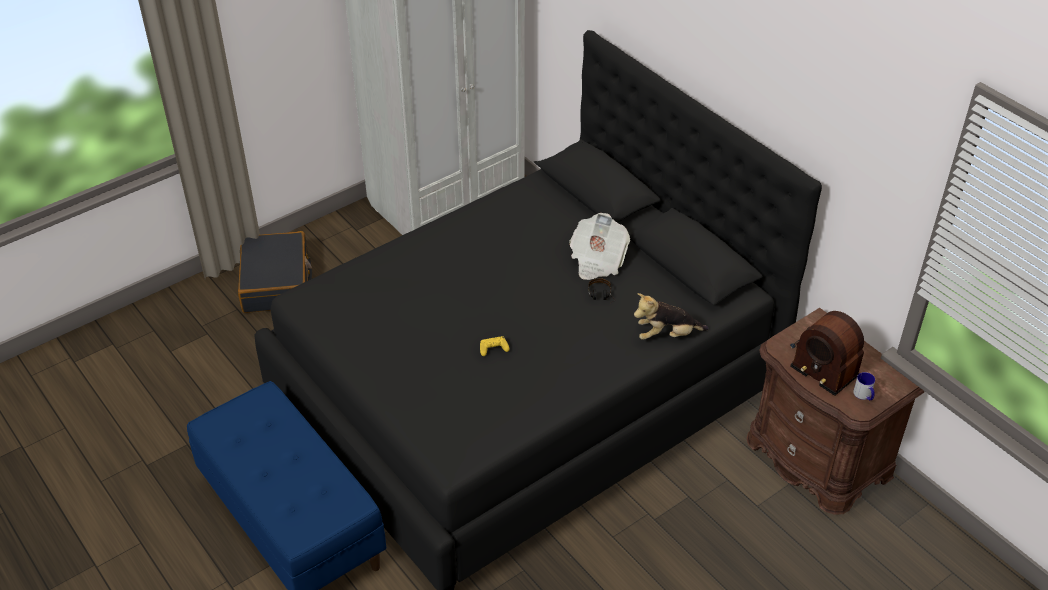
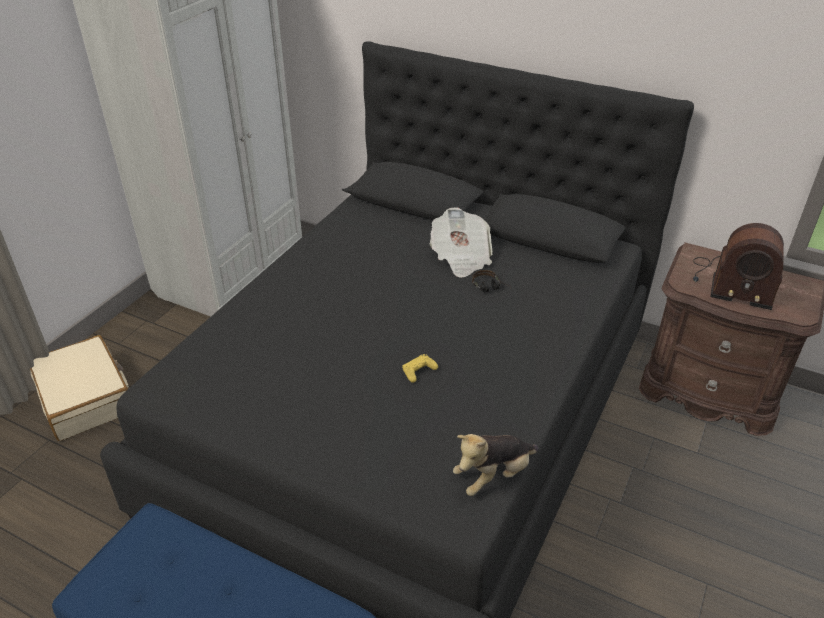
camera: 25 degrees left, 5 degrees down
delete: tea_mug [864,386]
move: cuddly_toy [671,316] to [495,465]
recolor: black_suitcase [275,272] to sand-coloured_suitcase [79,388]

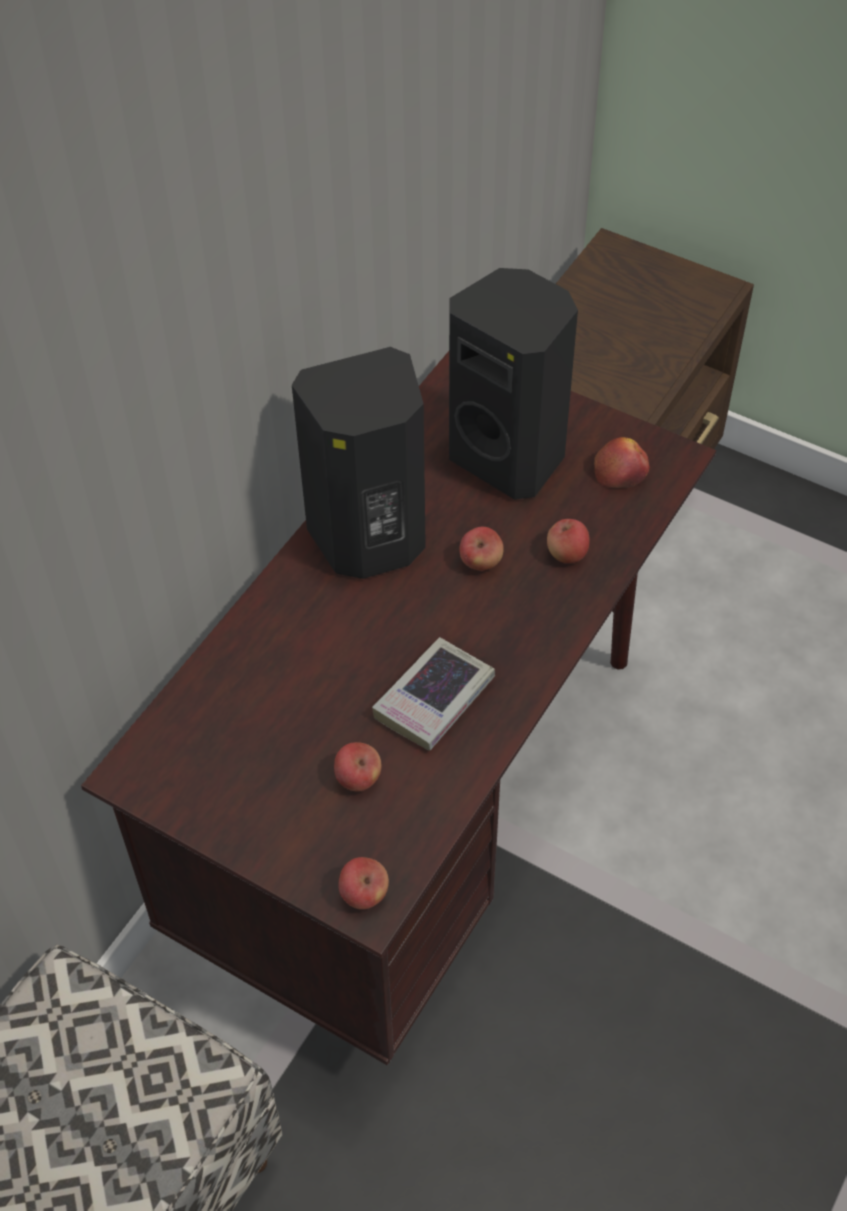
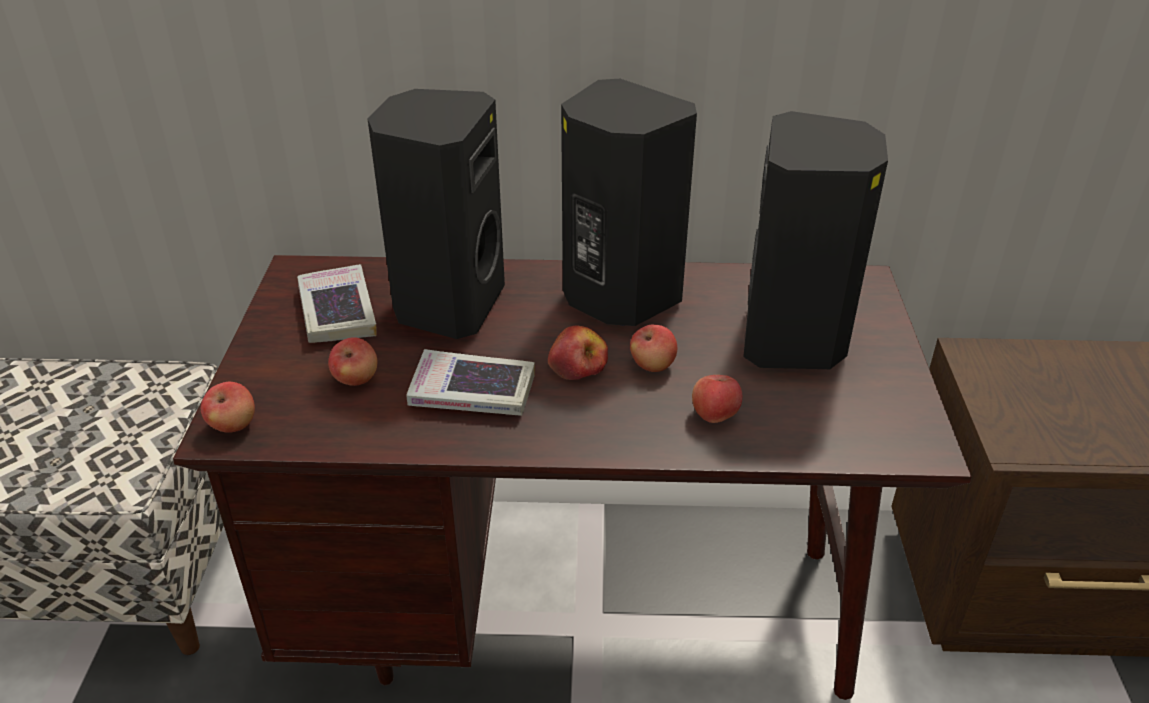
camera: 60 degrees right, 15 degrees down
insert: volume [337,303]; black_loudspeaker [436,214]
move: whole_apple [621,462] to [578,352]

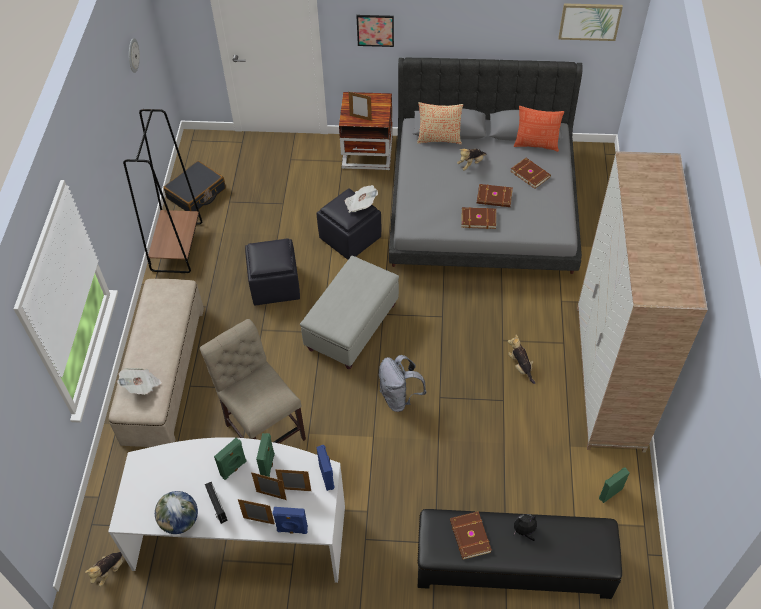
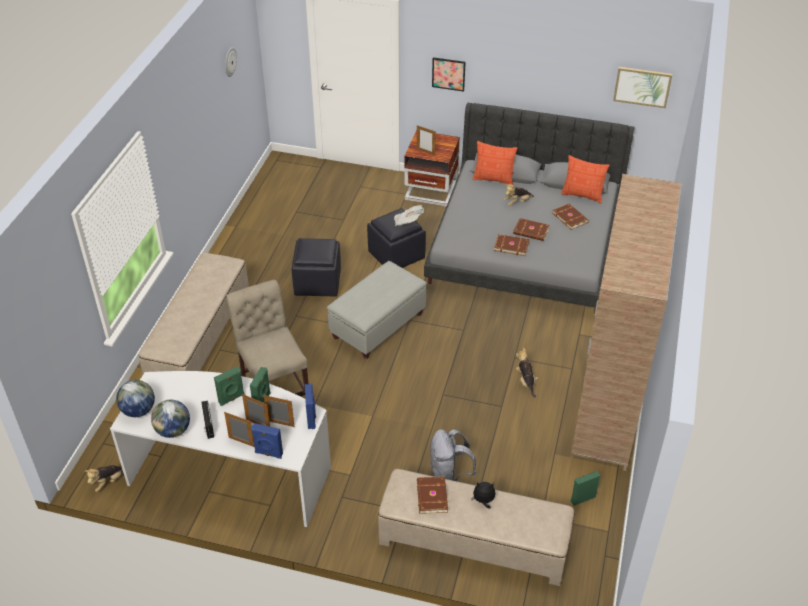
camera: 10 degrees right, 10 degrees down
delete: printed_paper [139,381]; garment_rack [162,191]; black_suitcase [194,186]
insert: desk_globe [135,398]
move: gray_knapsack [403,383] to [453,455]
recolor: sand-coloured_pillow [440,123] to orangey_pillow [495,163]; black_bench [520,554] to sand-coloured_bench [476,527]

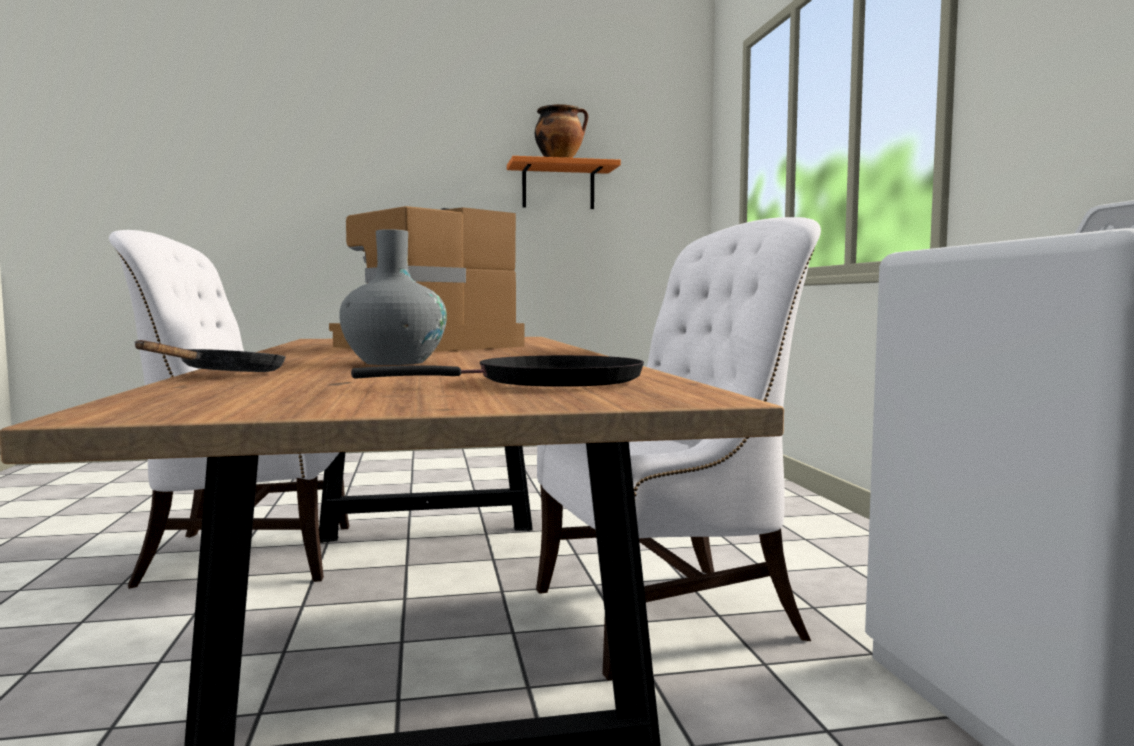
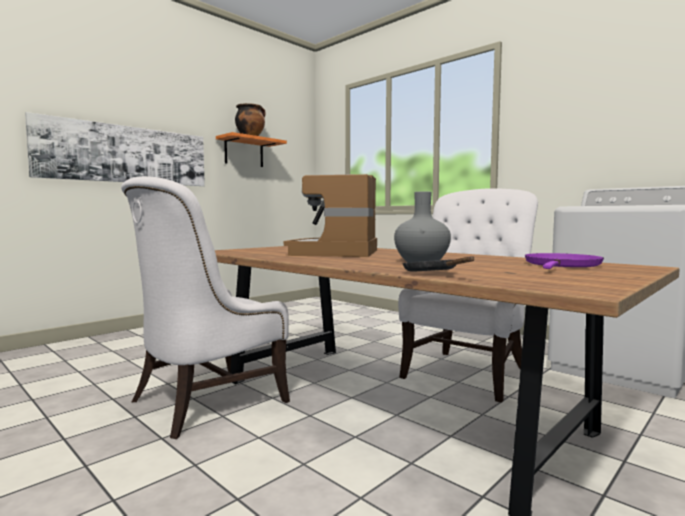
camera: 35 degrees left, 0 degrees up
insert: wall_picture [115,149]
recolor: black_skillet [497,371] to purple_skillet [564,261]

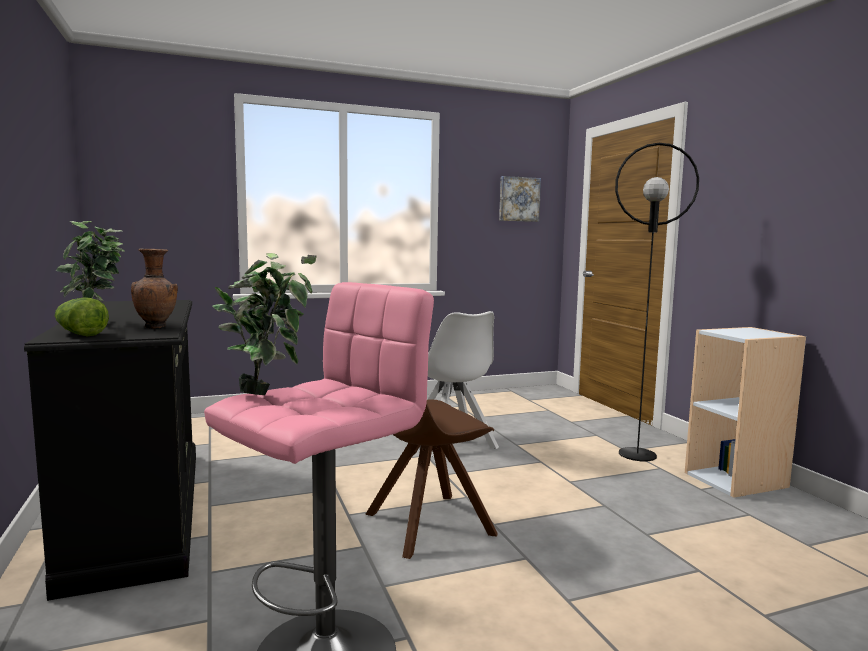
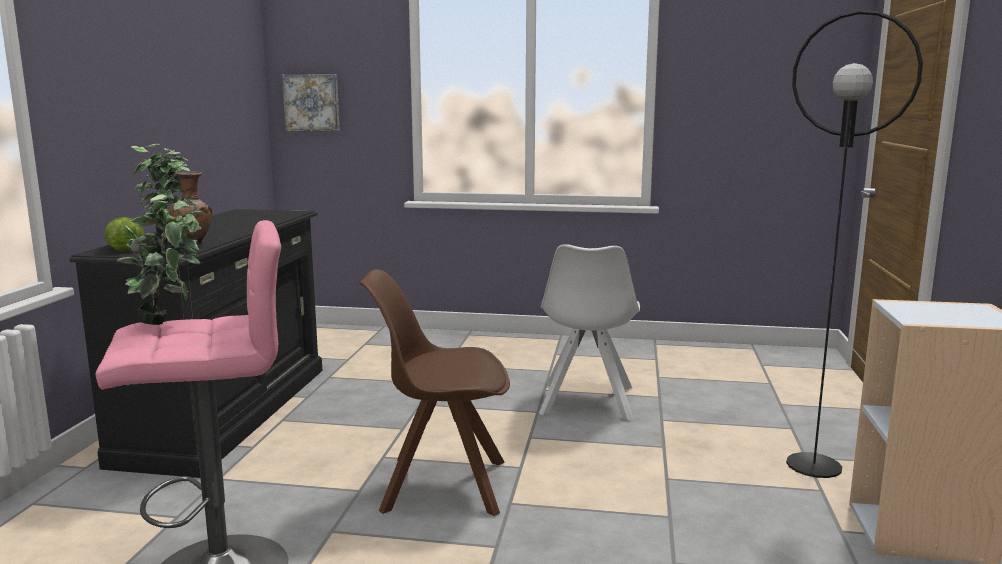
camera: 30 degrees right, 5 degrees up
move: wall_picture [520,199] to [311,102]

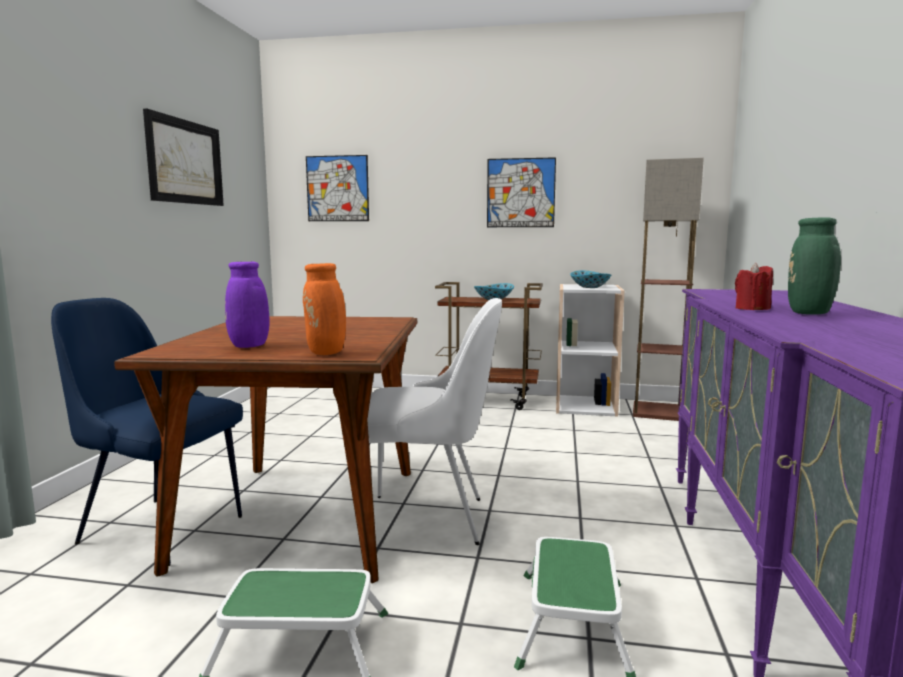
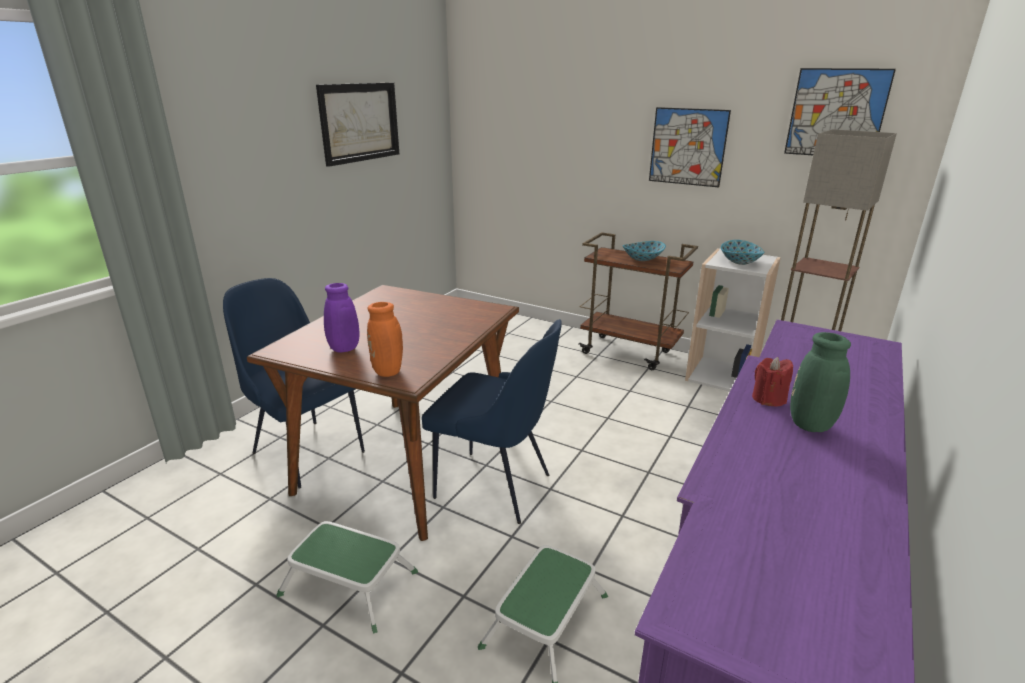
camera: 20 degrees right, 15 degrees up
move: wall_picture [337,188] to [840,111]
recolor: whitish_upright_chair [434,421] to blue_upright_chair [492,421]

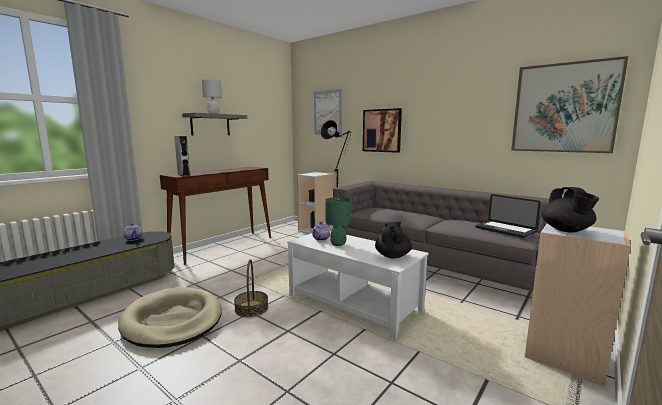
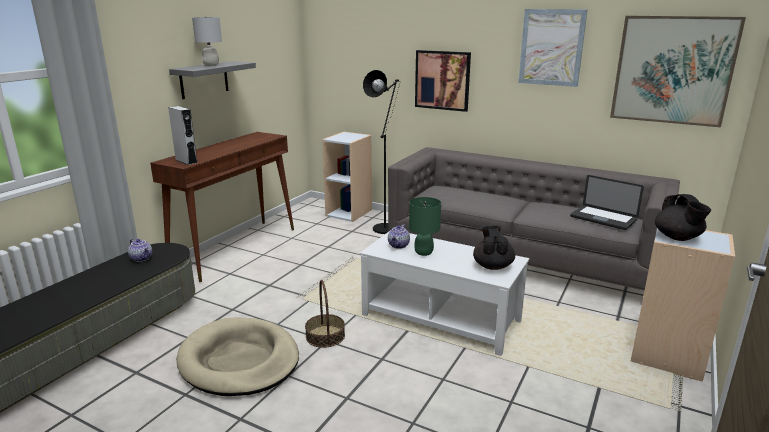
camera: 10 degrees left, 10 degrees up
move: wall_picture [328,112] to [553,48]

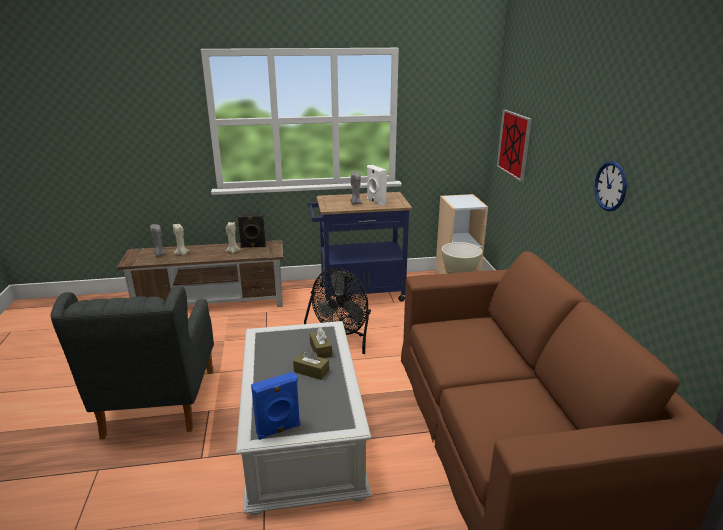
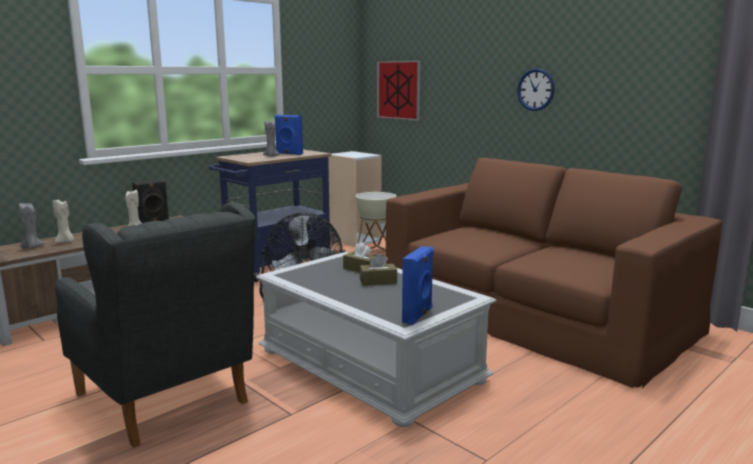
camera: 35 degrees left, 10 degrees down
recolor: whitish_loudspeaker [377,185] to blue_loudspeaker [288,135]

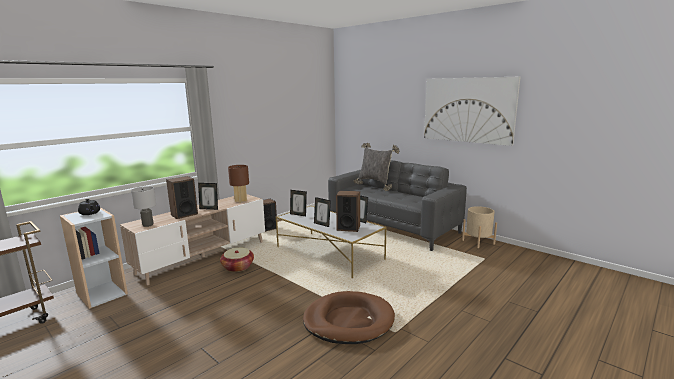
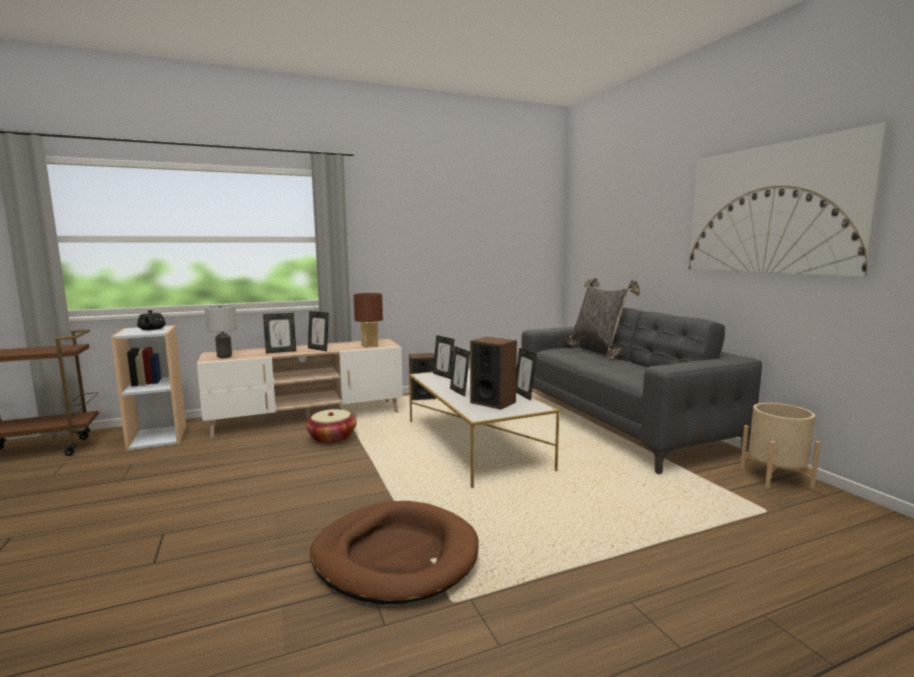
camera: 25 degrees right, 5 degrees down
replace: loudspeaker [182,197] to picture_frame [279,333]

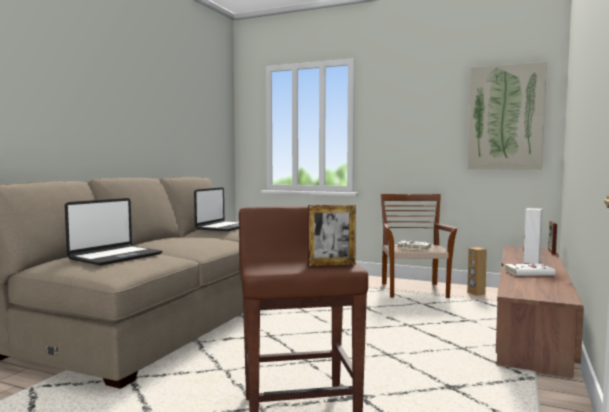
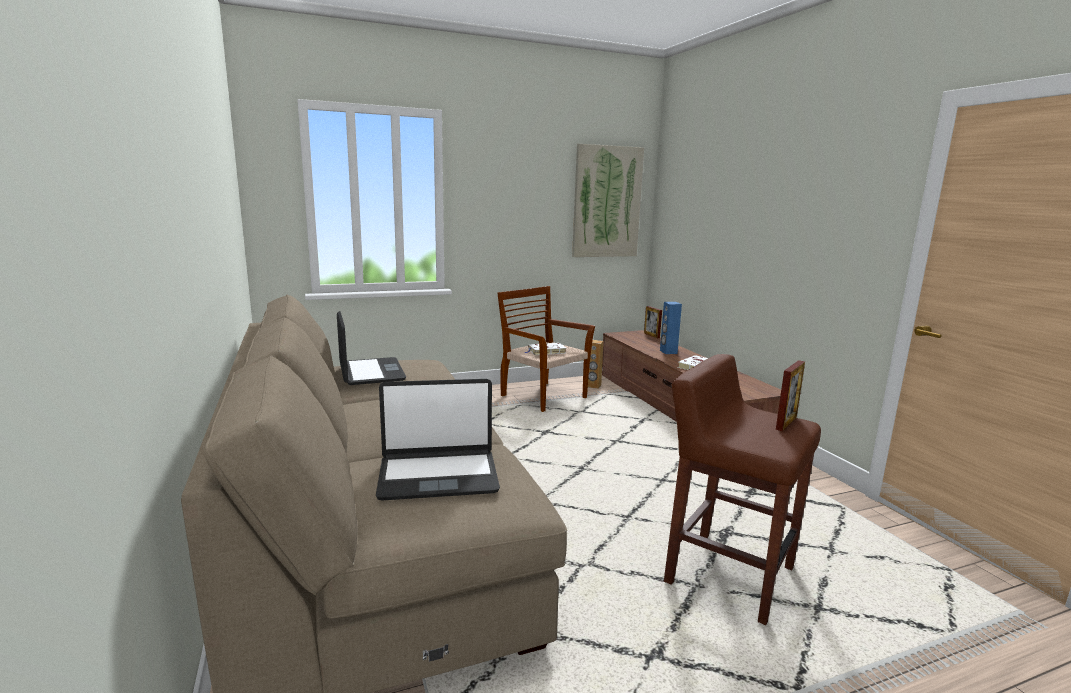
camera: 45 degrees left, 10 degrees up
recolor: whitish_loudspeaker [533,236] to blue_loudspeaker [671,328]
rotate: notebook_computer [113,232] = [438,440] 90 degrees clockwise

